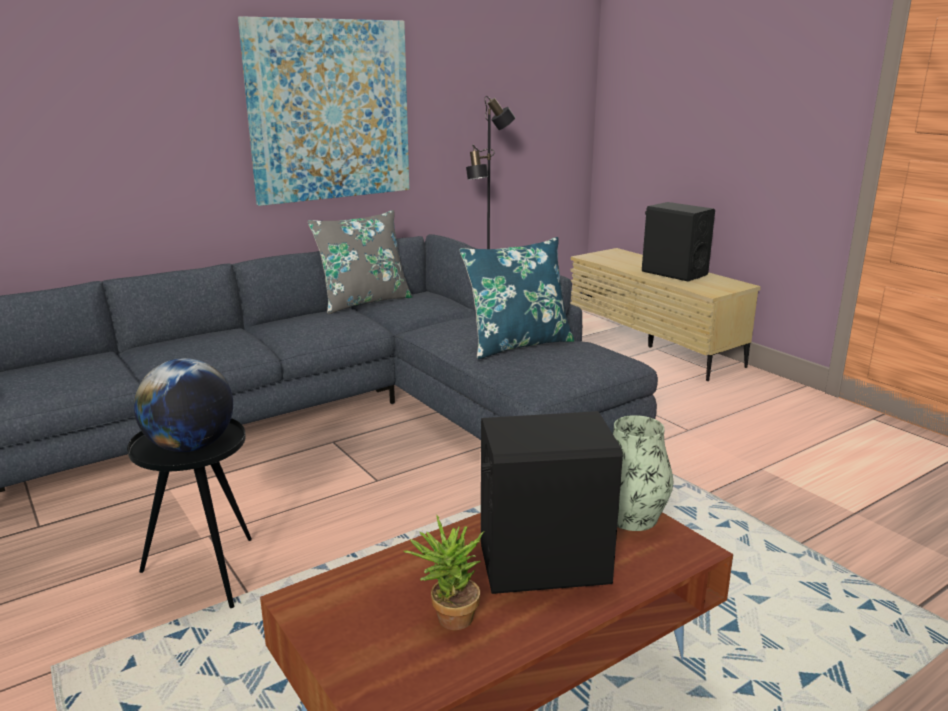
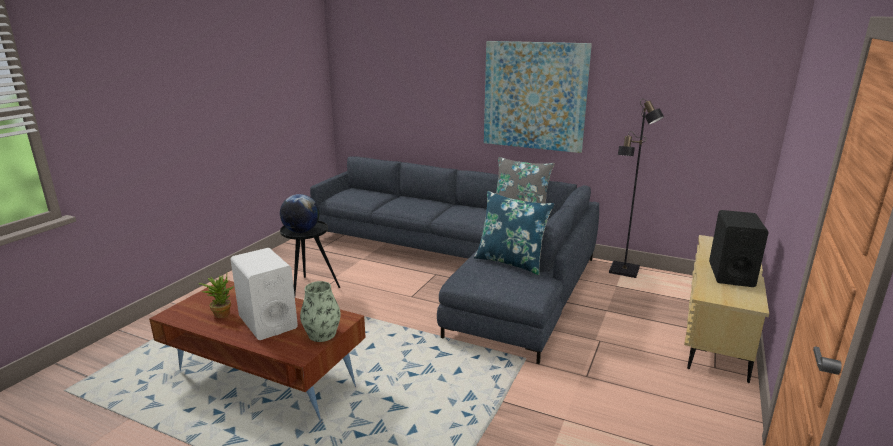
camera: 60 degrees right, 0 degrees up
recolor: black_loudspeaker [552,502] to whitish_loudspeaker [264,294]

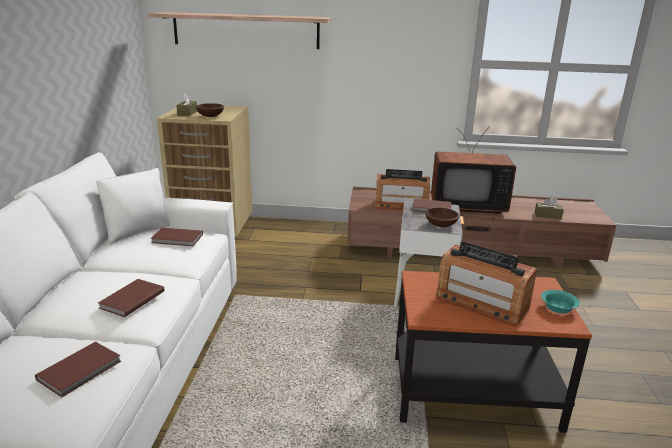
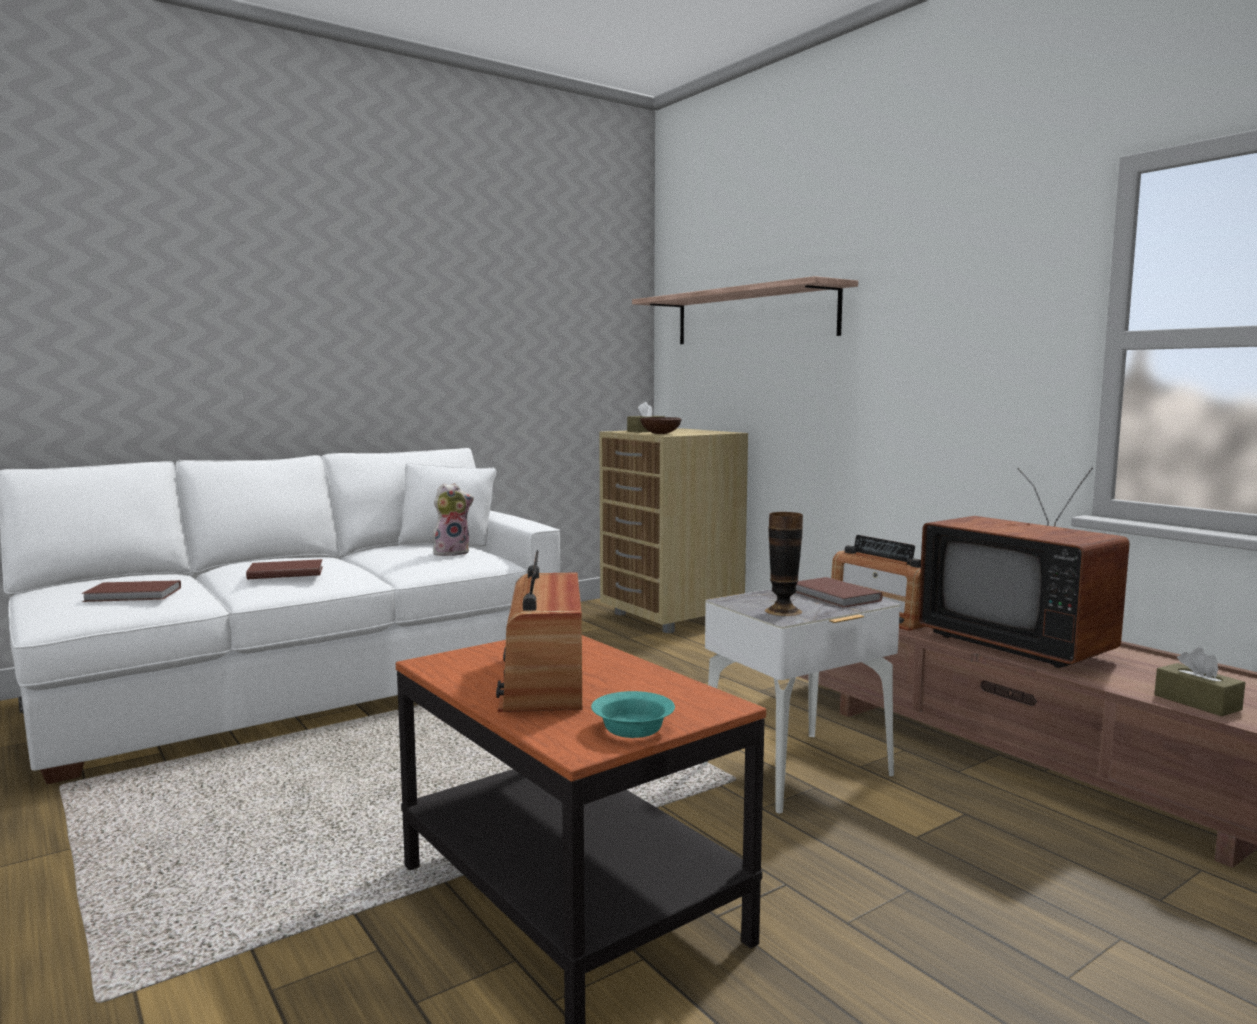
camera: 50 degrees right, 15 degrees down
replace: brown_volume [177,237] to cuddly_toy [453,519]; brown_bowl [442,217] to vase [784,564]

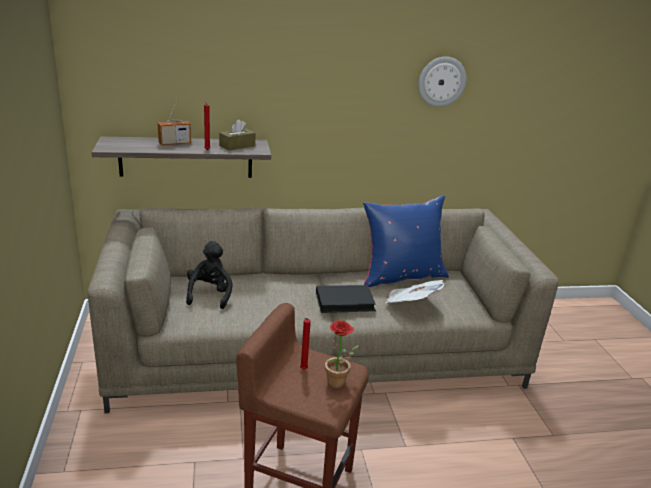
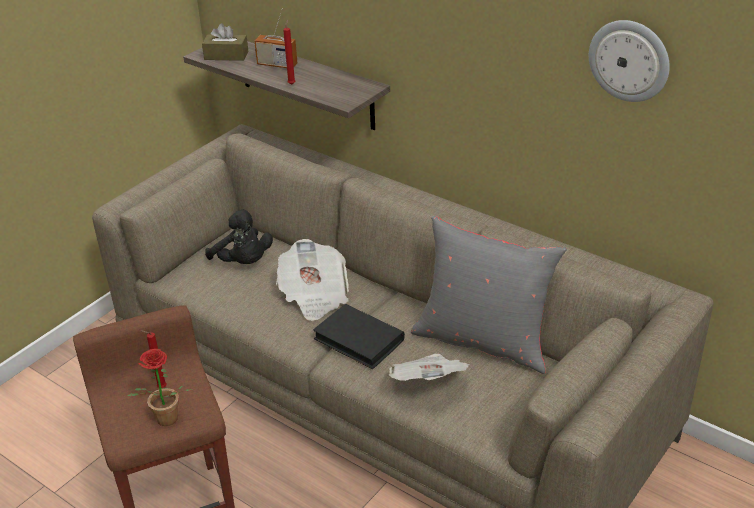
camera: 50 degrees right, 10 degrees up
insert: printed_paper [312,280]
move: brown_tissue_box [237,135] to [225,42]
recolor: blue_pillow [406,241] to gray_pillow [489,295]
rotate: black_cuddly_toy [209,275] = [239,236] 90 degrees clockwise

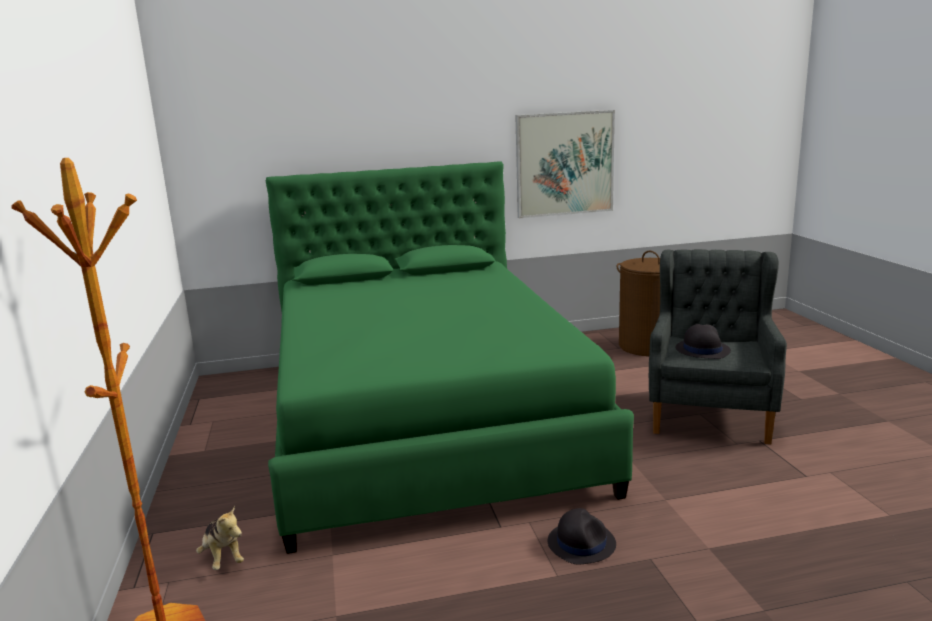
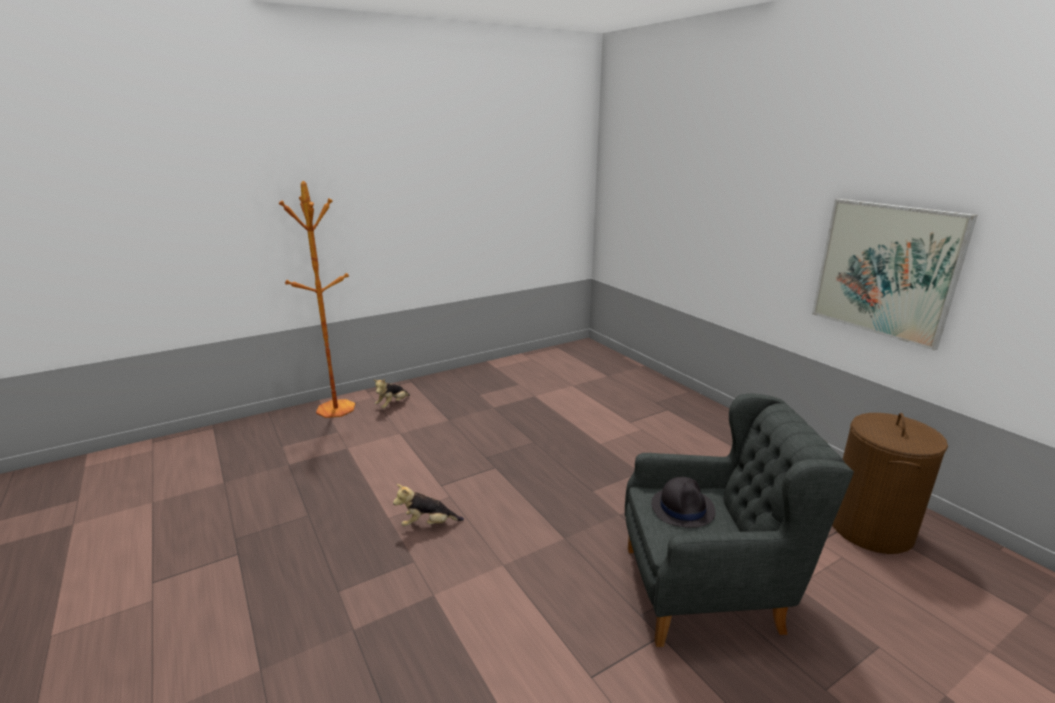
camera: 70 degrees right, 5 degrees up
delete: green_bed [450,358]
replace: black_wearable_hat [582,536] to cuddly_toy [428,505]

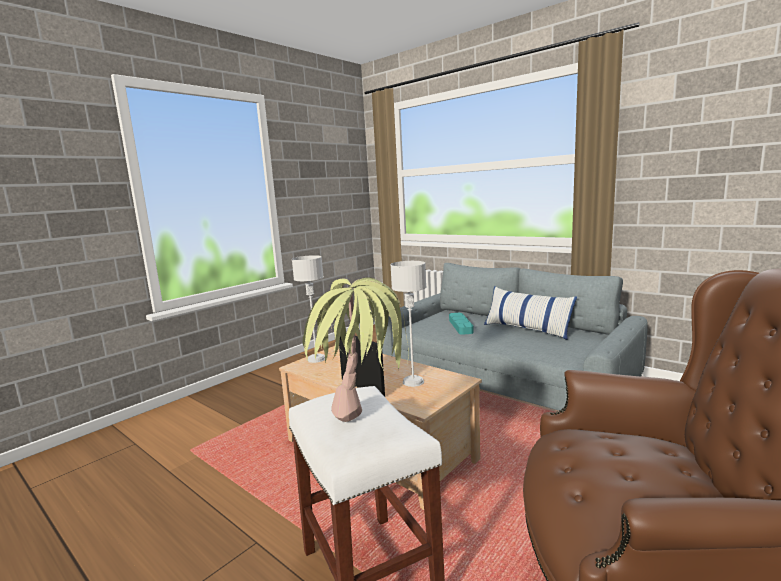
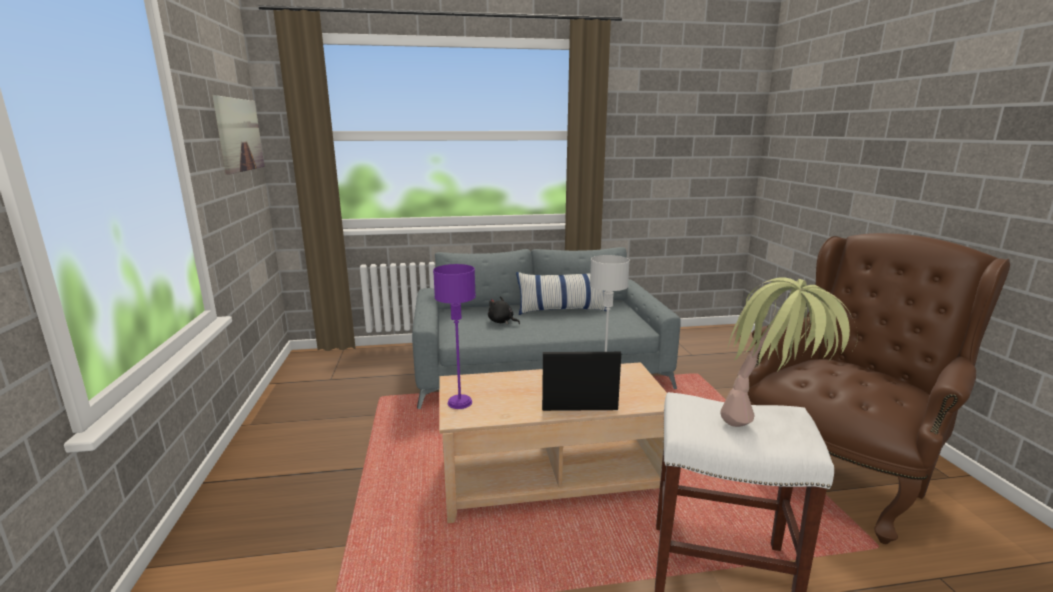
camera: 50 degrees left, 5 degrees up
insert: wall_picture [238,134]
replace: blue-green_serving_tray [461,324] to black_cuddly_toy [504,310]
recolor: gray_lamp_for_a_table [308,309] to purple_lamp_for_a_table [454,336]

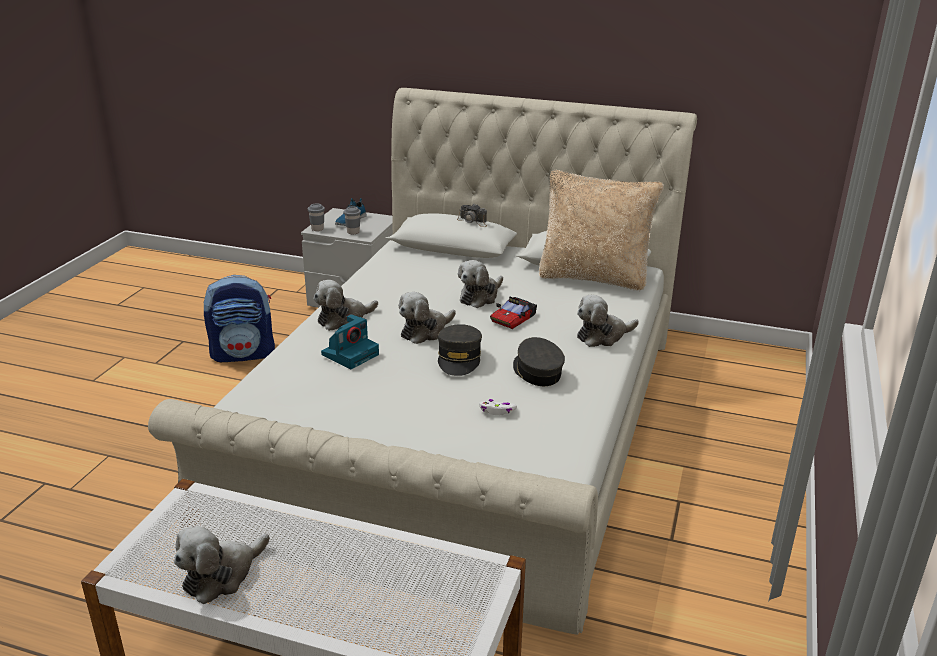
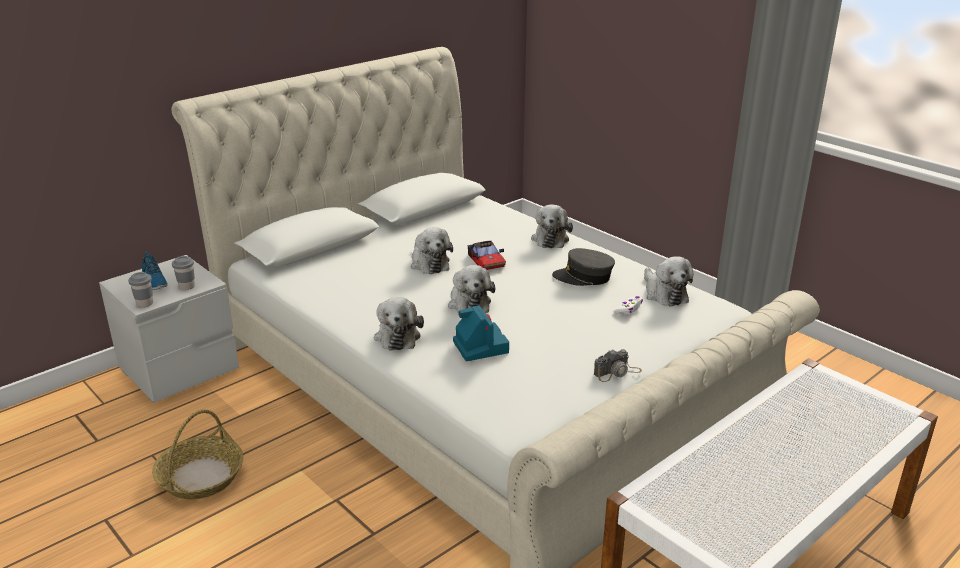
camera: 60 degrees left, 0 degrees up
delete: gray_baseball_cap [460,350]; sand-coloured_pillow [601,230]
move: cuddly_toy [222,565] to [669,281]; photo_camera [472,215] to [618,365]
replace: knapsack [239,318] to household_basket [197,454]

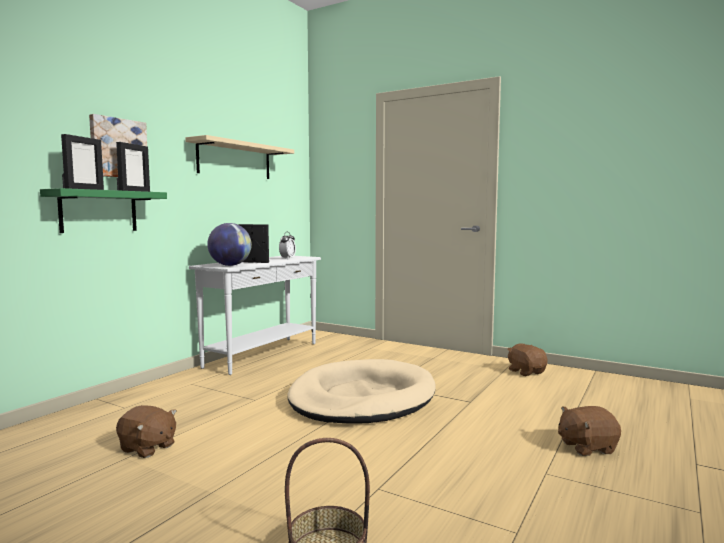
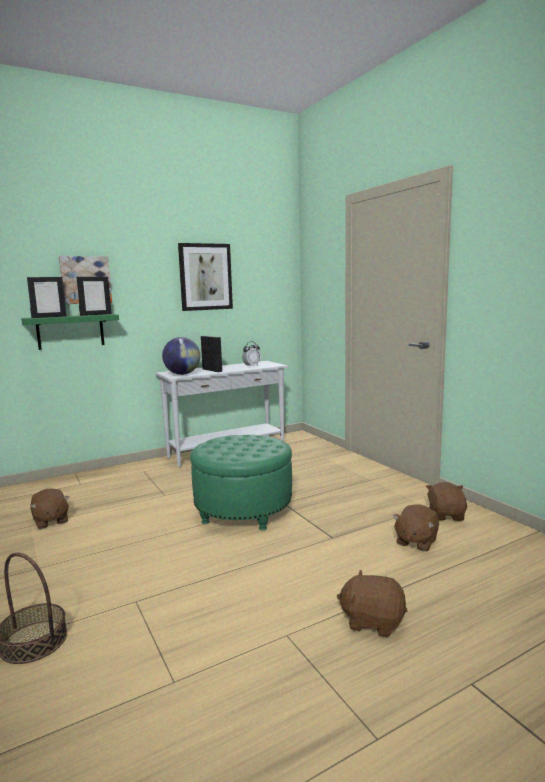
camera: 30 degrees right, 5 degrees up
insert: brown_cuddly_toy [416,528]
replace: sand-coloured_wall_shelf [239,157] to wall_picture [205,277]; sand-coloured_dog_bed [361,391] to green_footrest [241,482]

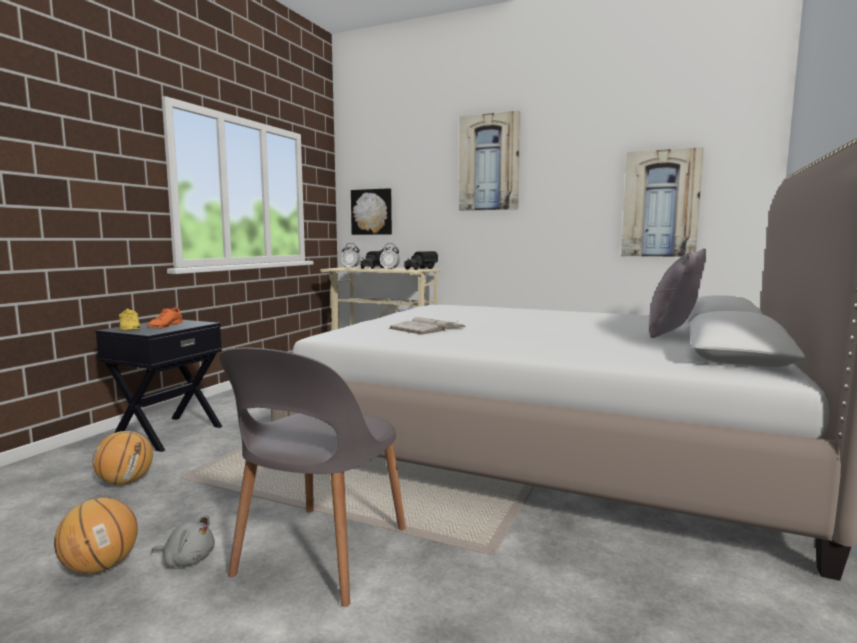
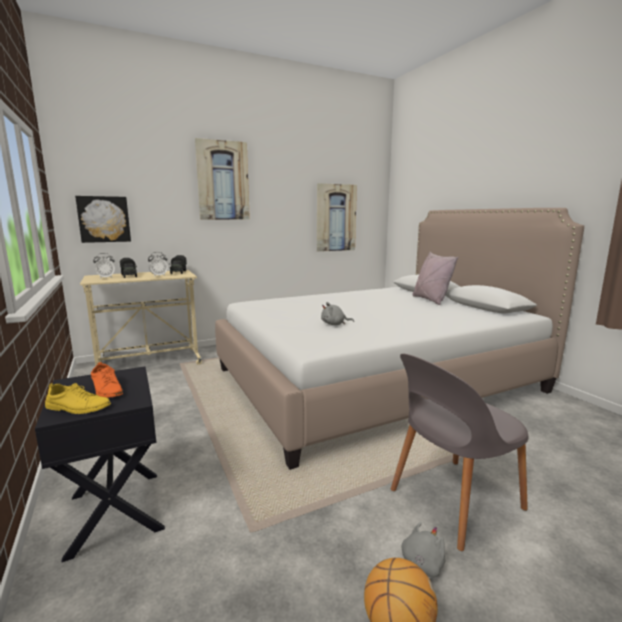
camera: 50 degrees left, 5 degrees up
delete: basketball [122,458]
replace: whitish_volume [427,326] to gray_cuddly_toy [337,313]
rotate: gray_upright_chair [312,477] = [459,452] 90 degrees clockwise

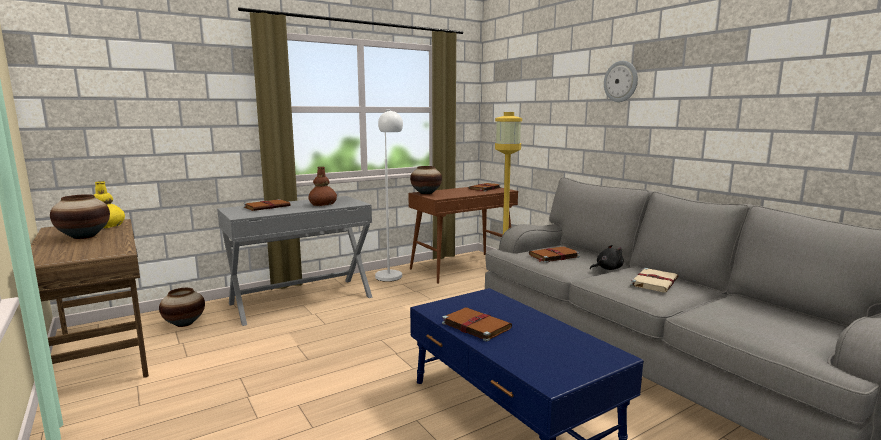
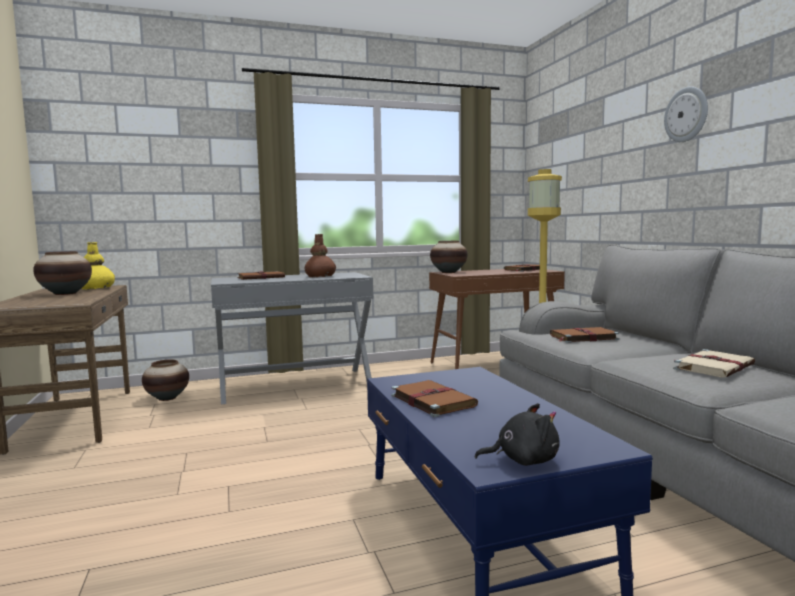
camera: 15 degrees right, 5 degrees down
delete: whitish_standard_lamp [389,195]
move: black_cuddly_toy [607,257] to [517,434]

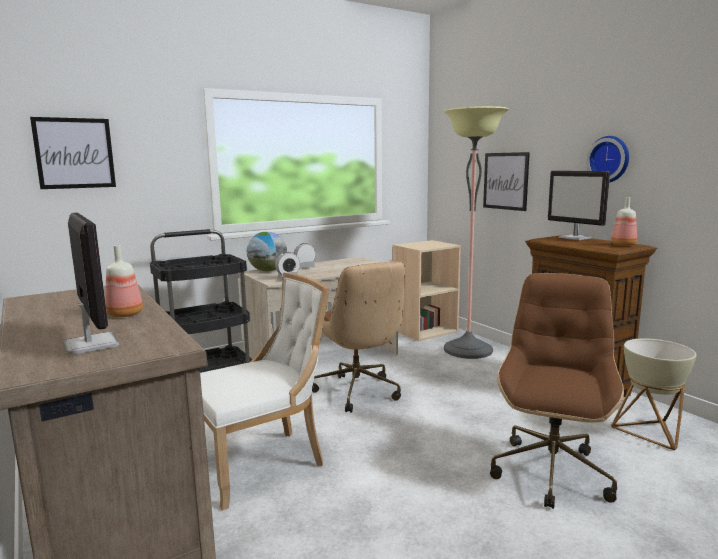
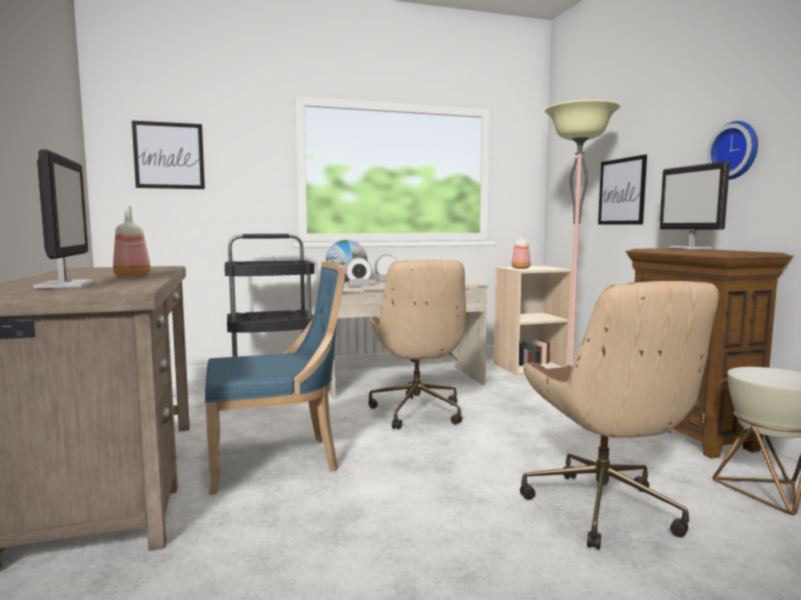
camera: 15 degrees right, 5 degrees down
move: bottle [624,221] to [521,249]
recolor: whitish_upright_chair [265,392] to blue_upright_chair [275,378]
rotate: brown_computer_chair [557,391] = [619,415] 135 degrees clockwise

